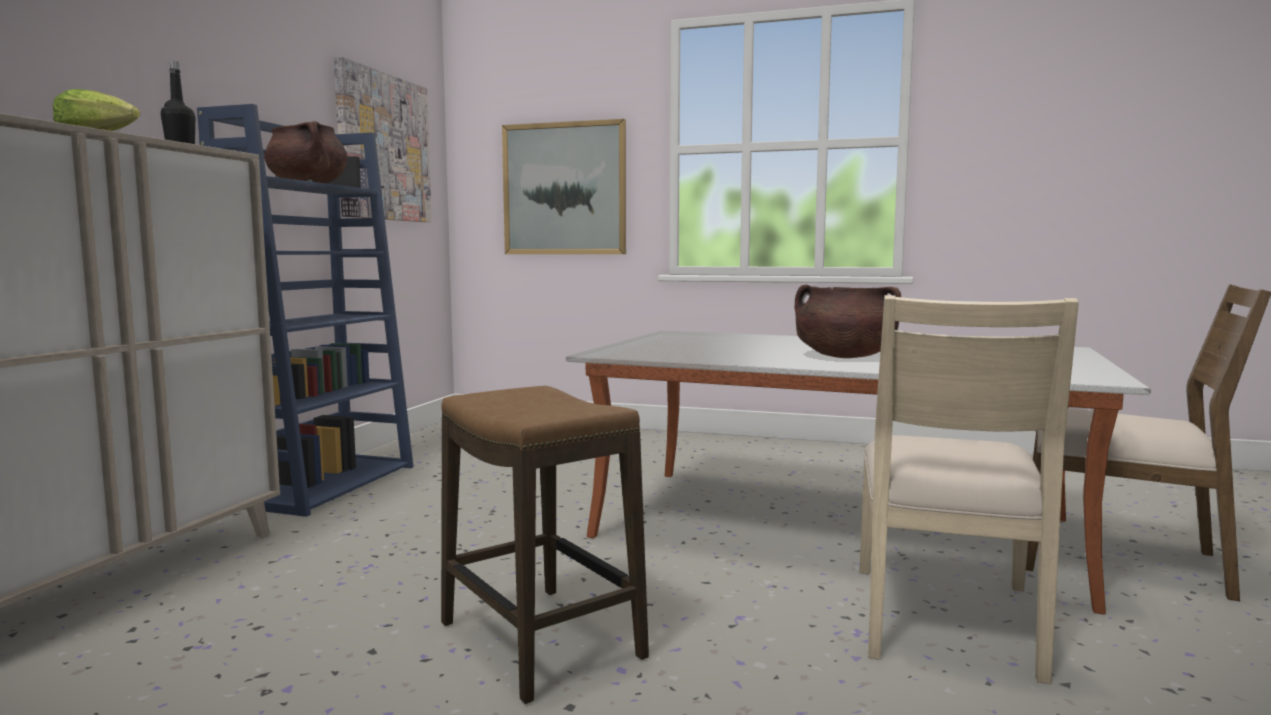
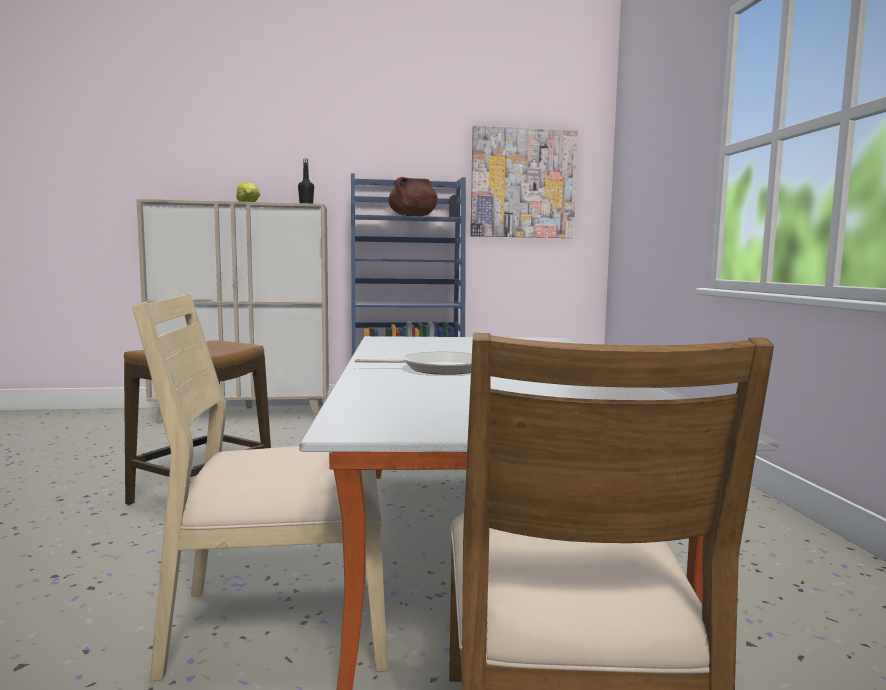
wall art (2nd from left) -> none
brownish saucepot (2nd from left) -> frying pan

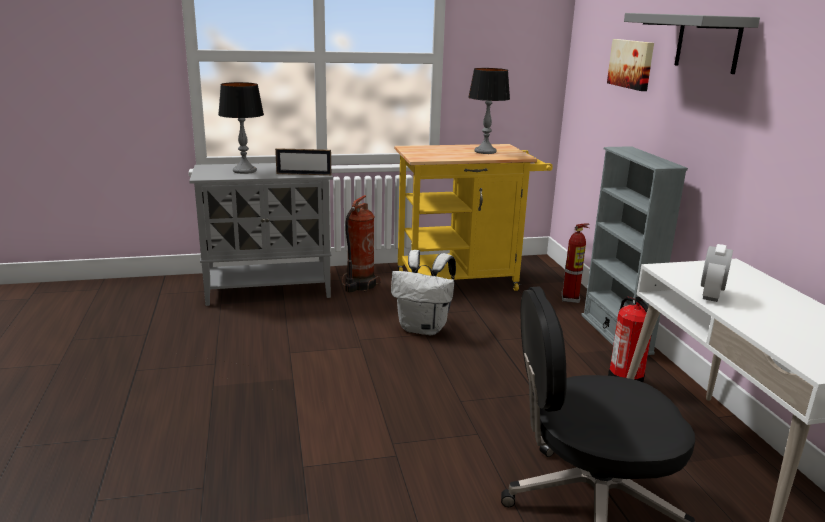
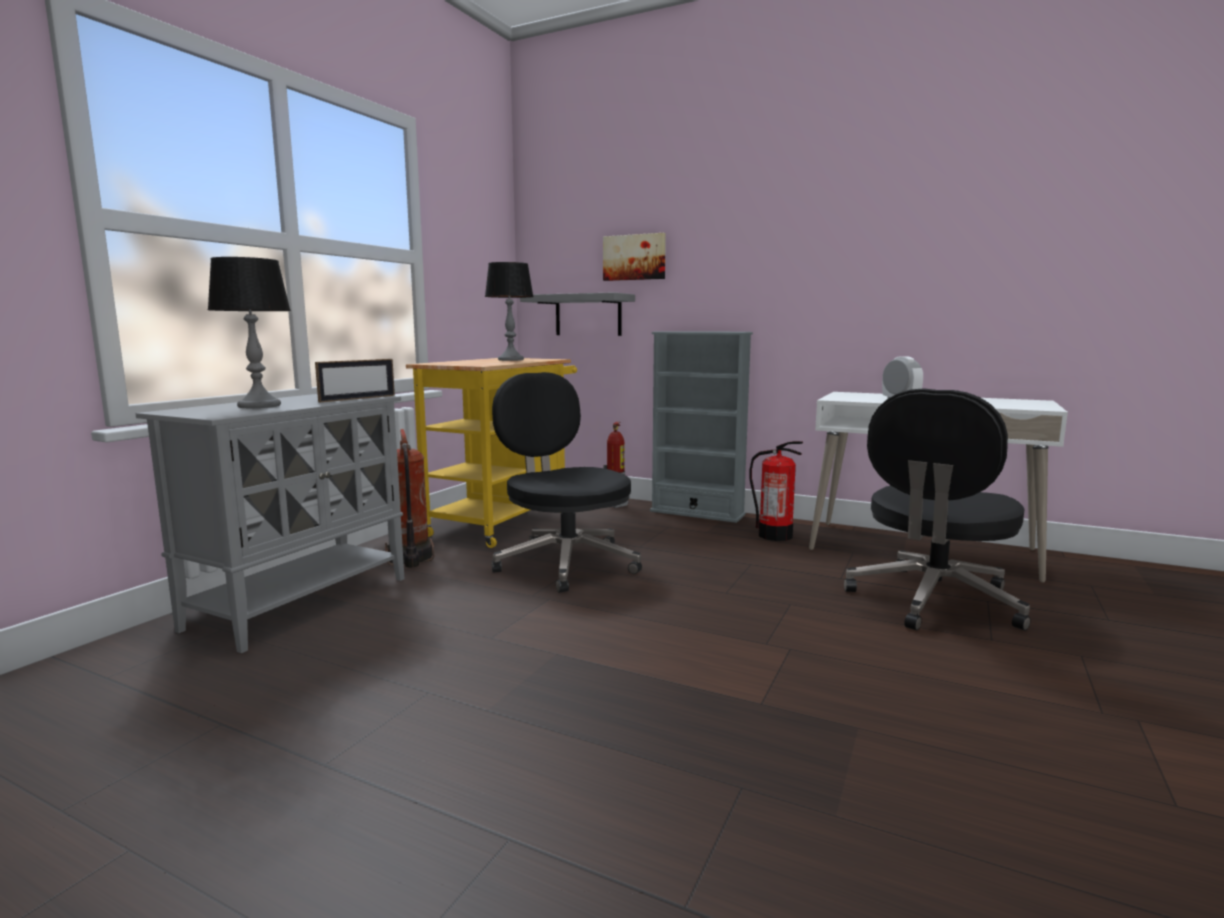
white rucksack -> black-coloured desk chair (1st from left)
grey shelf, moved

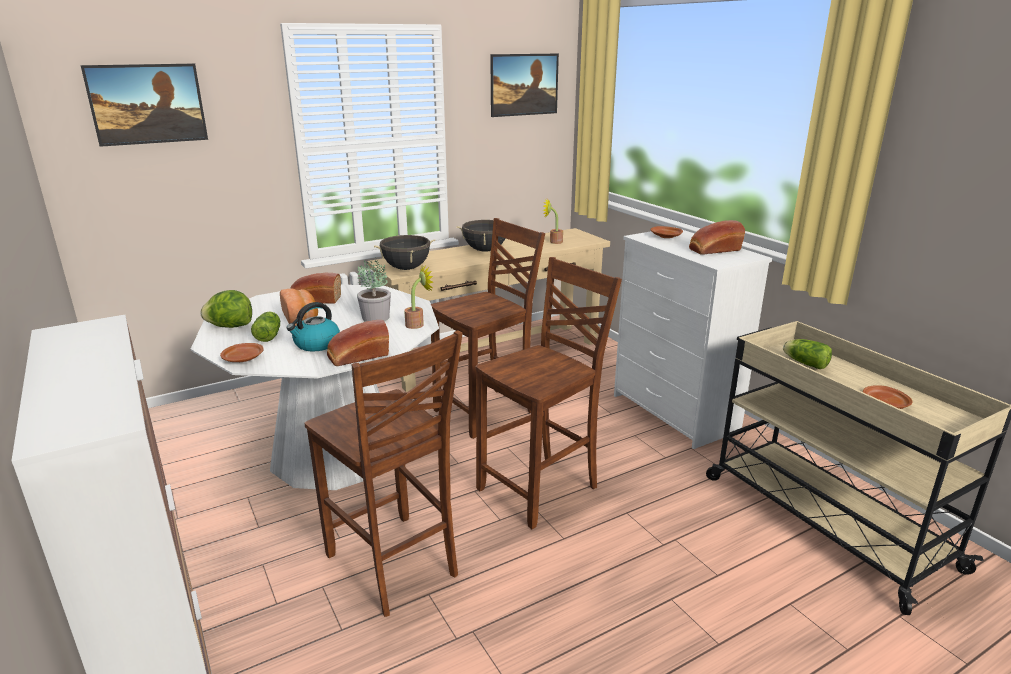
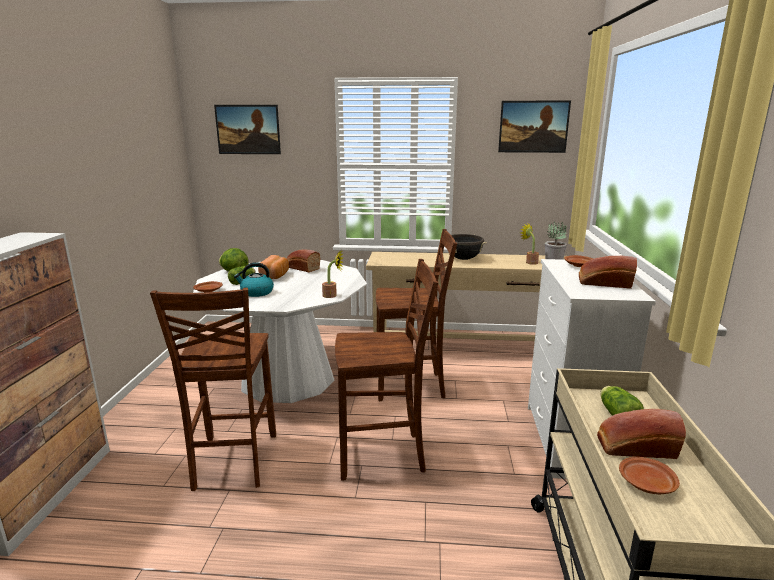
baked bread (3rd from left in the first image) -> baked bread (4th from left), moved
houseplant (1st from left in the first image) -> houseplant (3rd from left), moved
black-coloured saucepot (1st from left) -> none

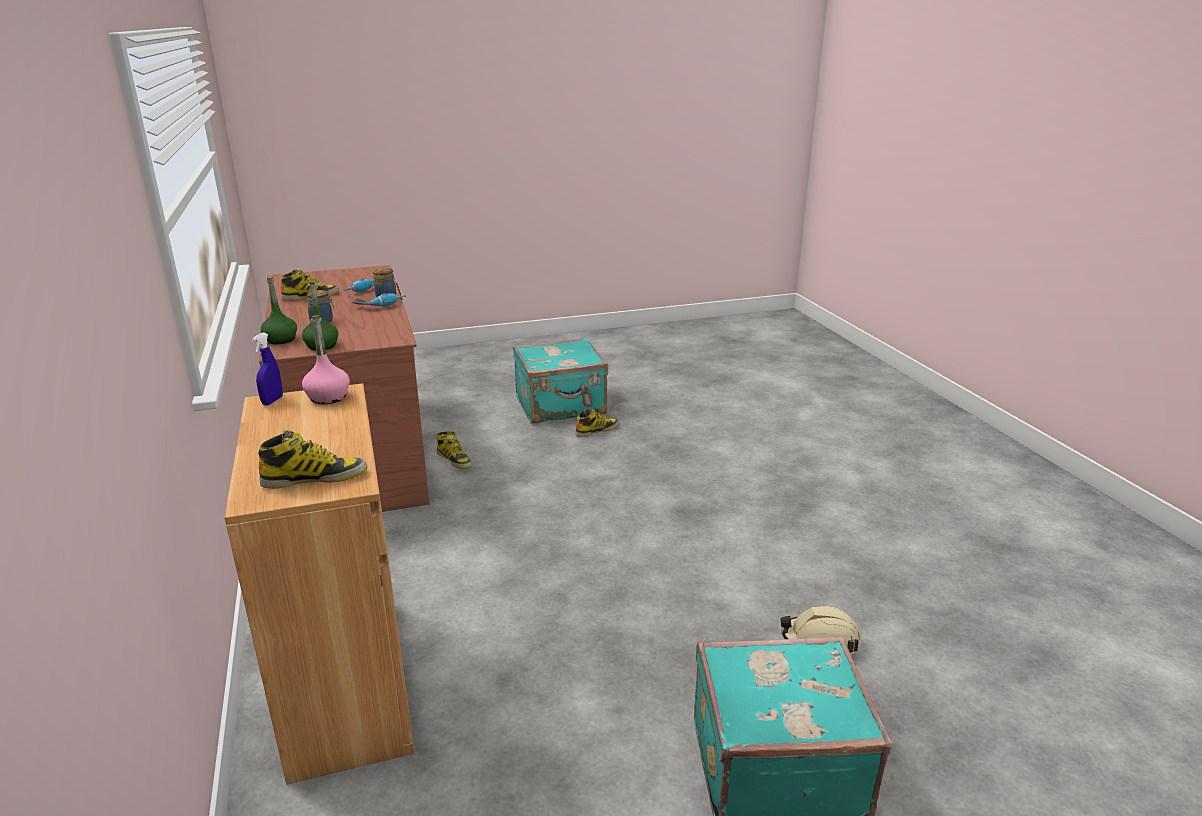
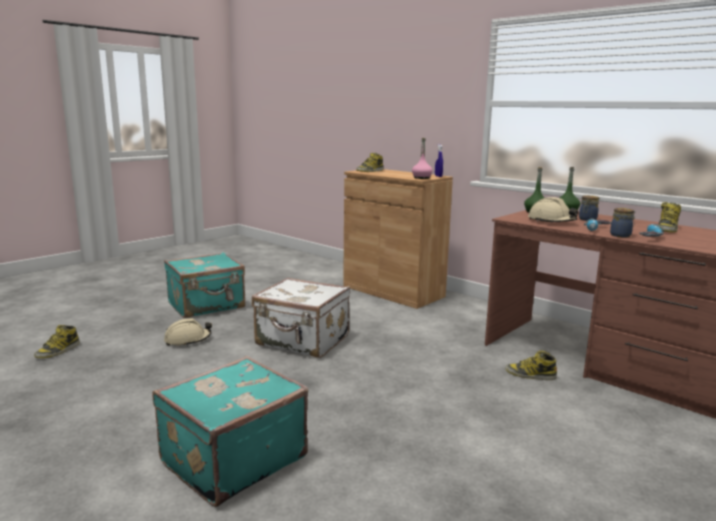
turquoise-coloured travel case (1st from left in the first image) -> turquoise-coloured travel case (2nd from left), moved
high-top boot (4th from left in the first image) -> high-top boot (1st from left), moved
none -> white travel case
none -> sand-coloured safety helmet (2nd from left)

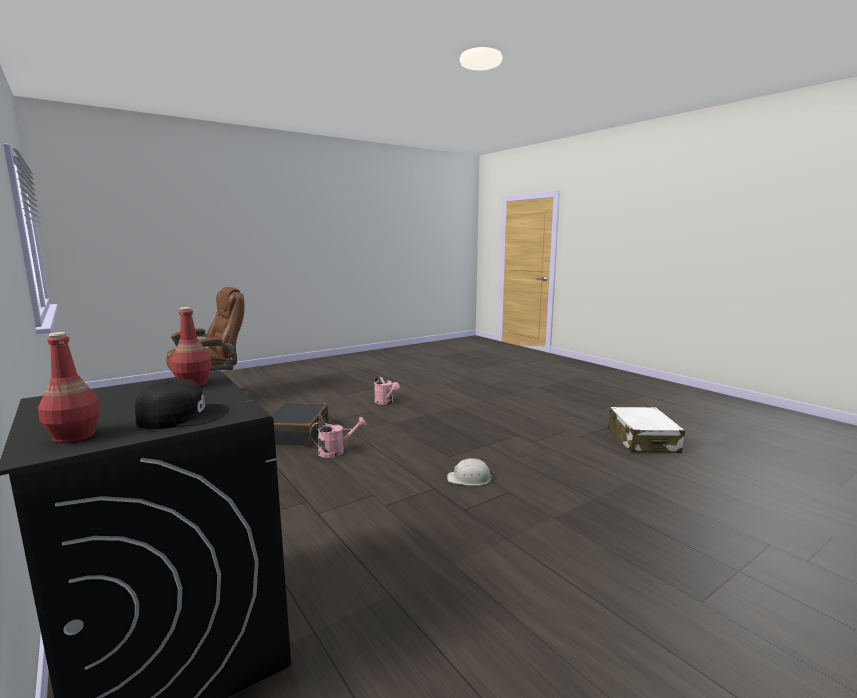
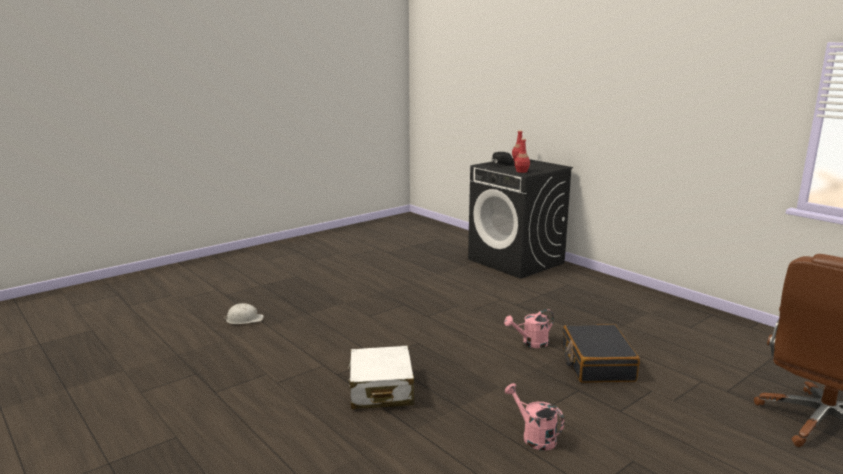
white safety helmet, moved
white travel case, moved

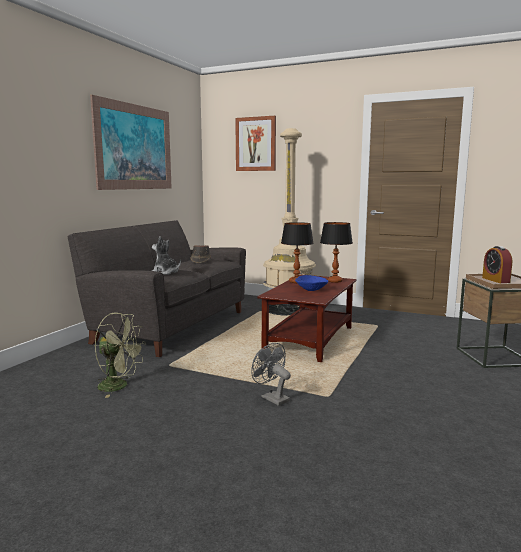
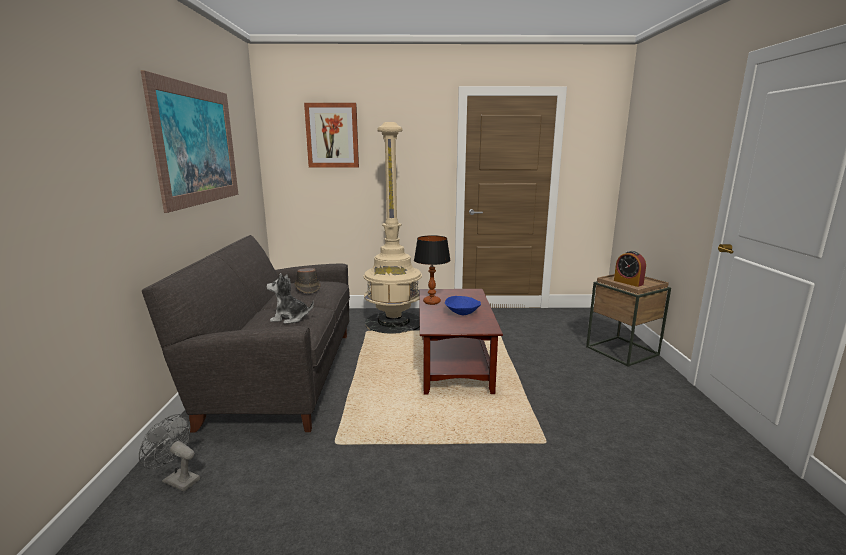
green fan -> none
grey fan, moved
tabletop lamp (2nd from left) -> none

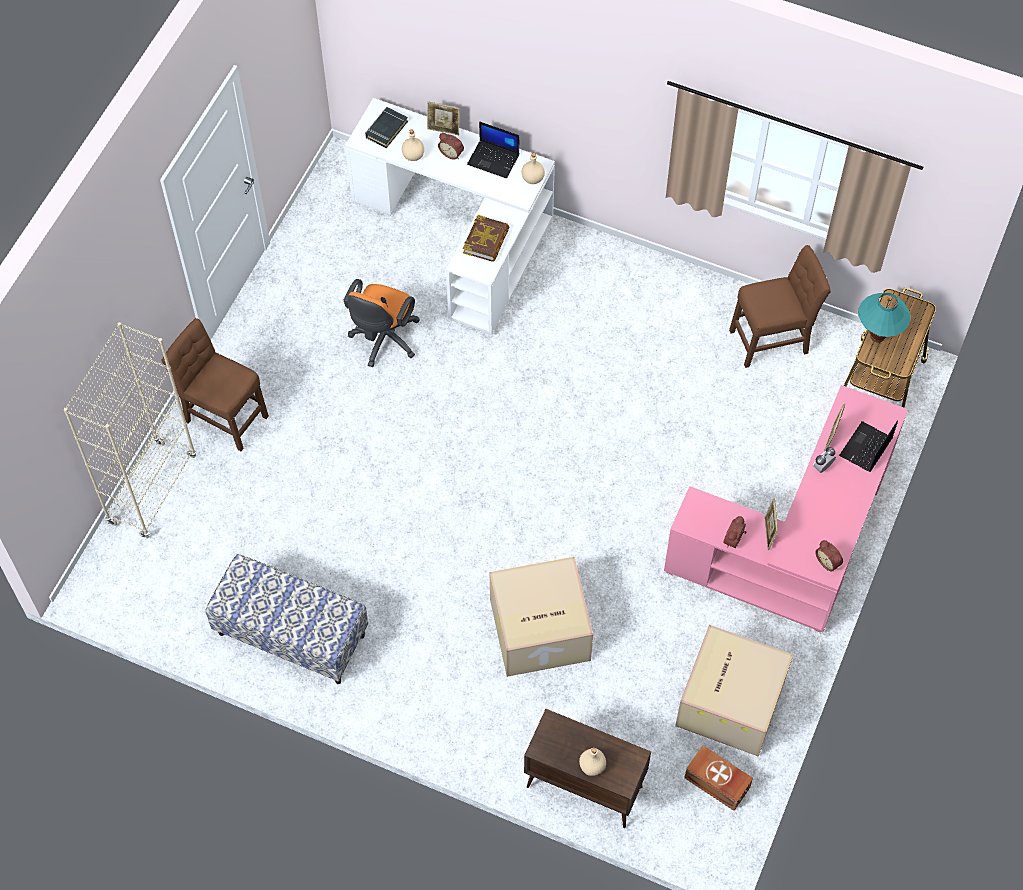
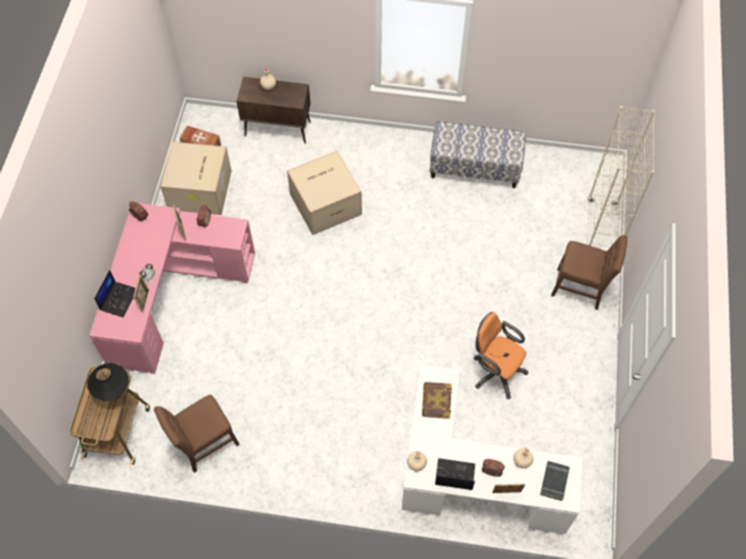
orange desk chair, 60 degrees counterclockwise
turquoise-coloured tabletop lamp -> black-coloured tabletop lamp

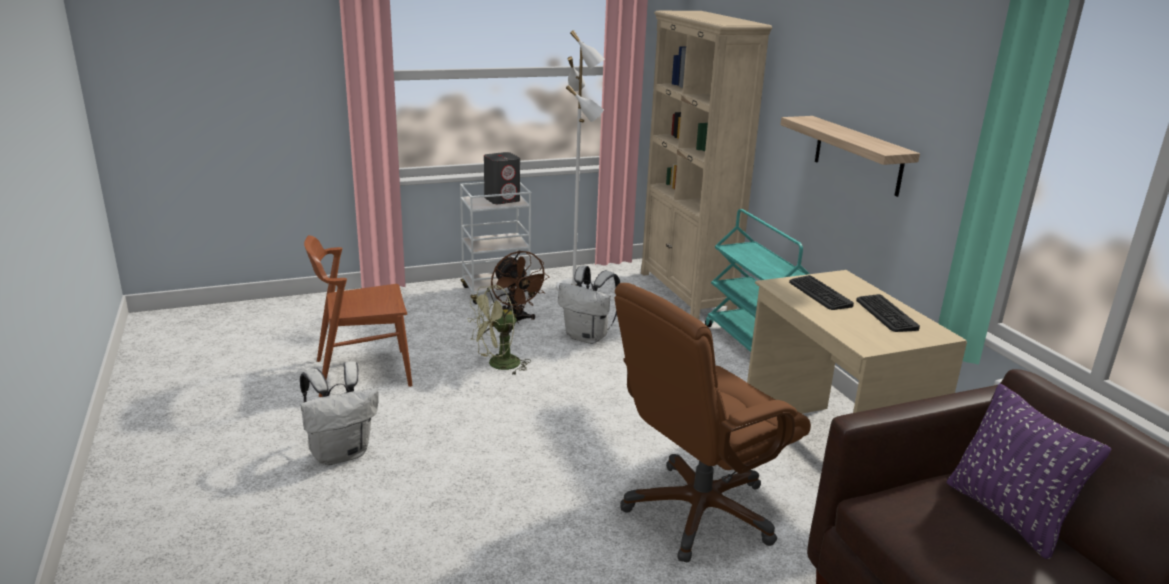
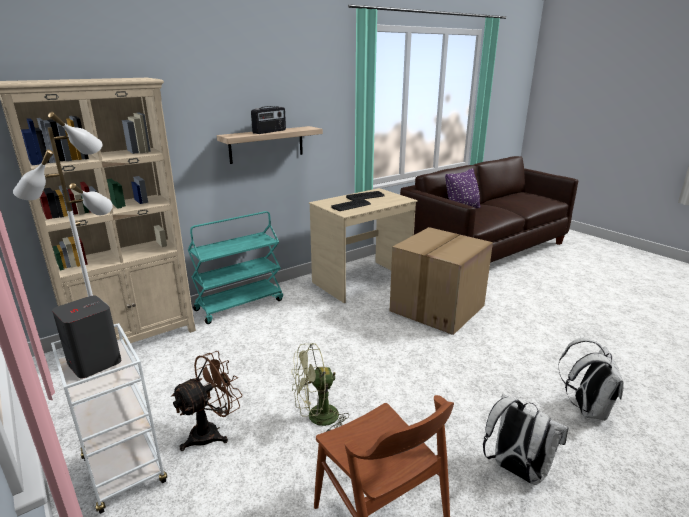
green fan, 120 degrees clockwise
white rucksack (2nd from left), moved
brownish desk chair -> packing box
none -> radio set

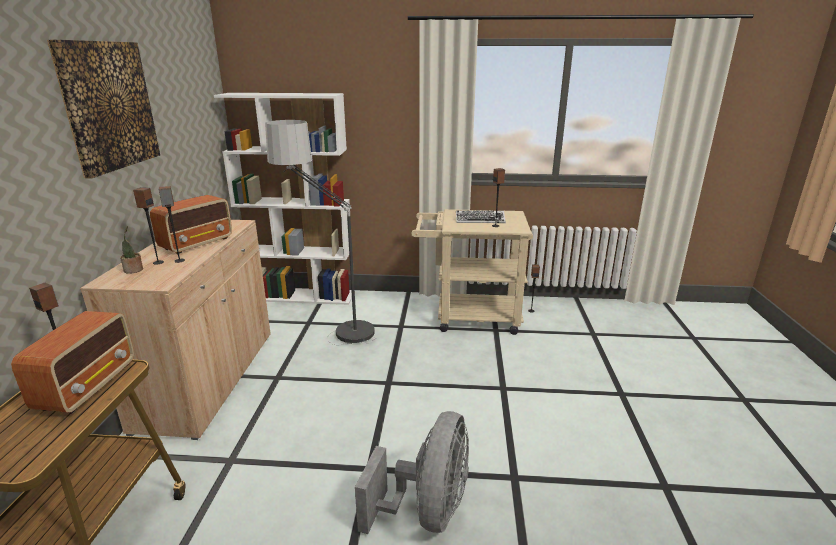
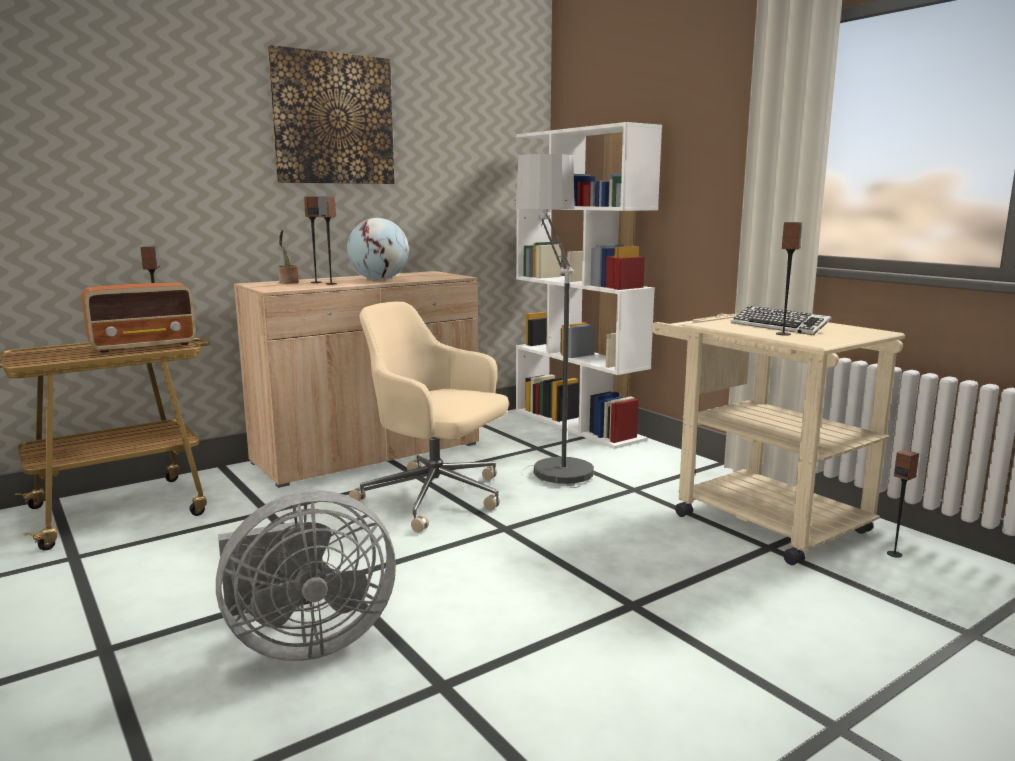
radio set (2nd from left) -> desk globe
none -> sand-coloured desk chair

